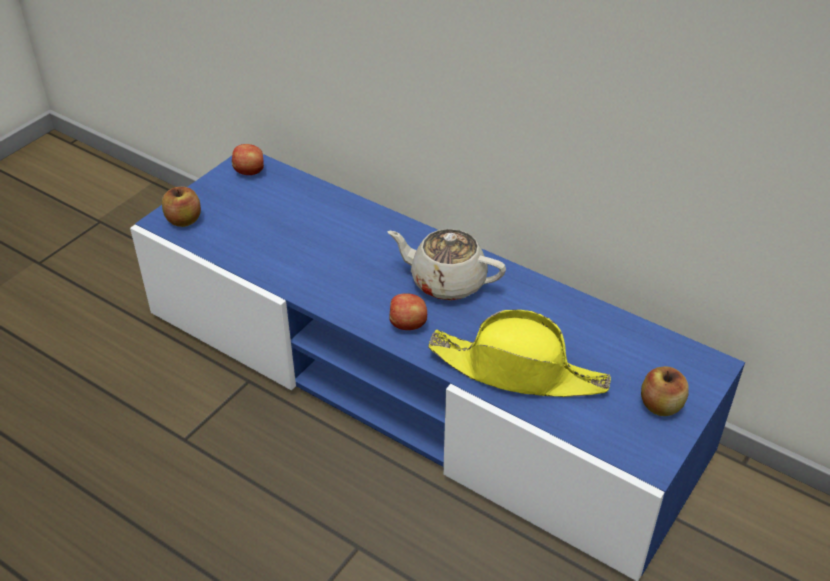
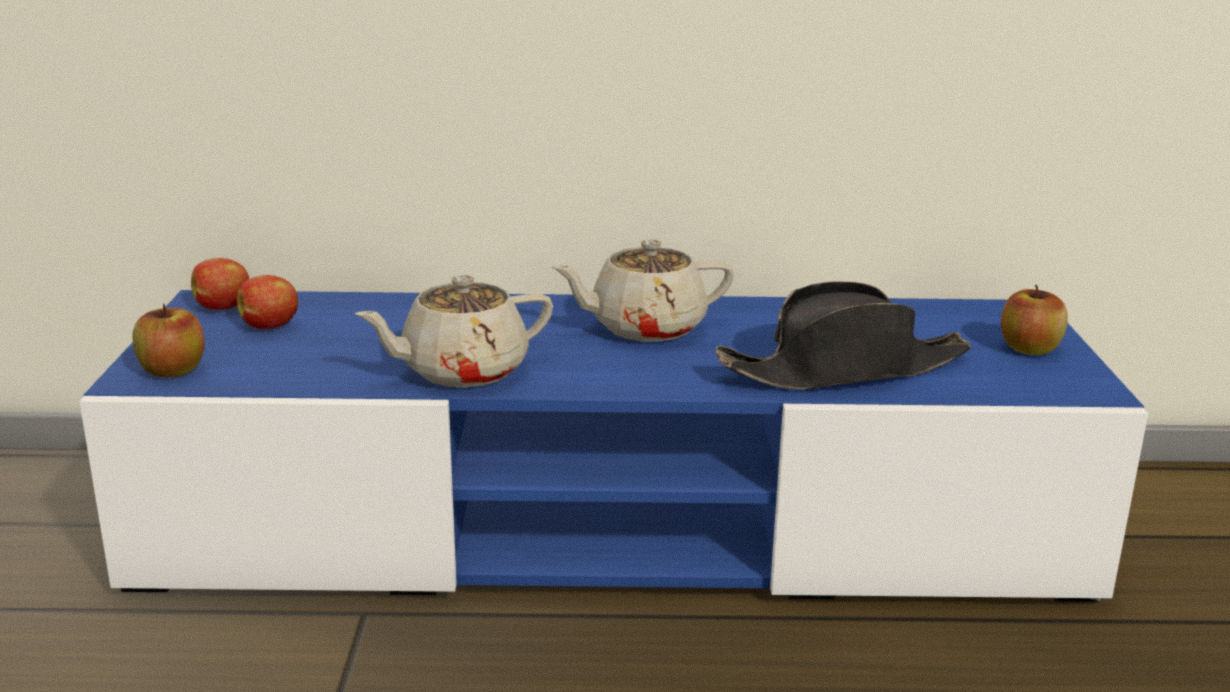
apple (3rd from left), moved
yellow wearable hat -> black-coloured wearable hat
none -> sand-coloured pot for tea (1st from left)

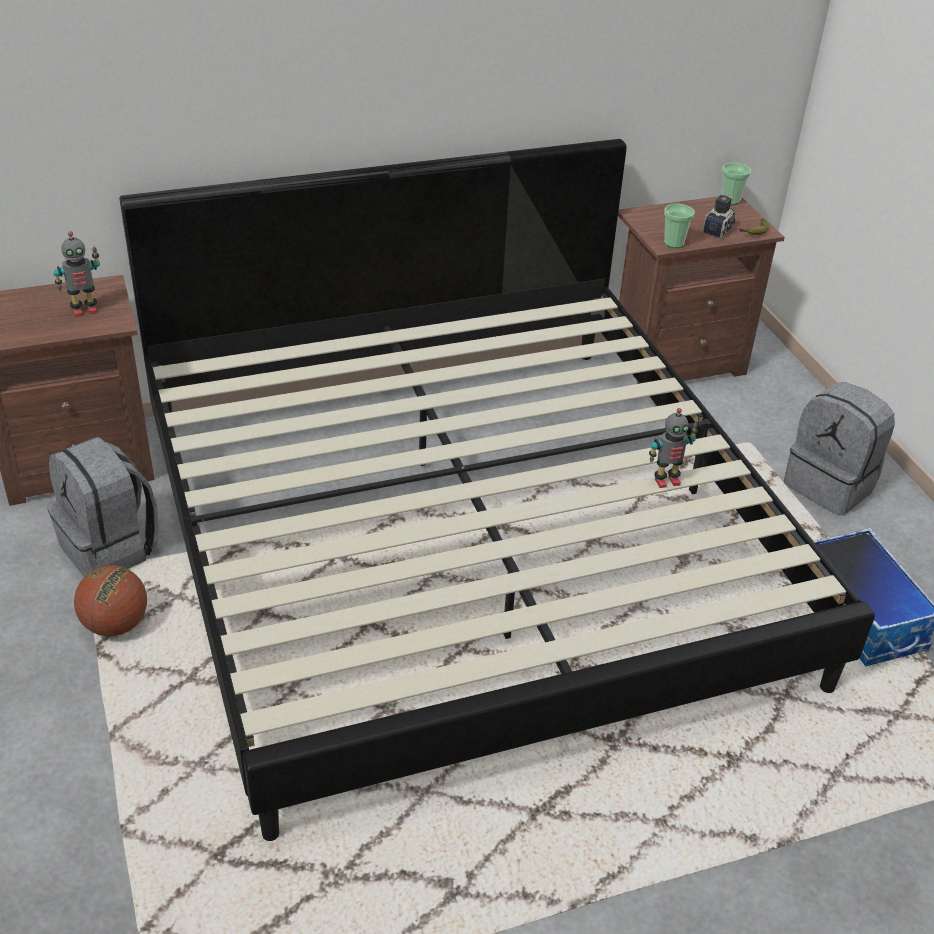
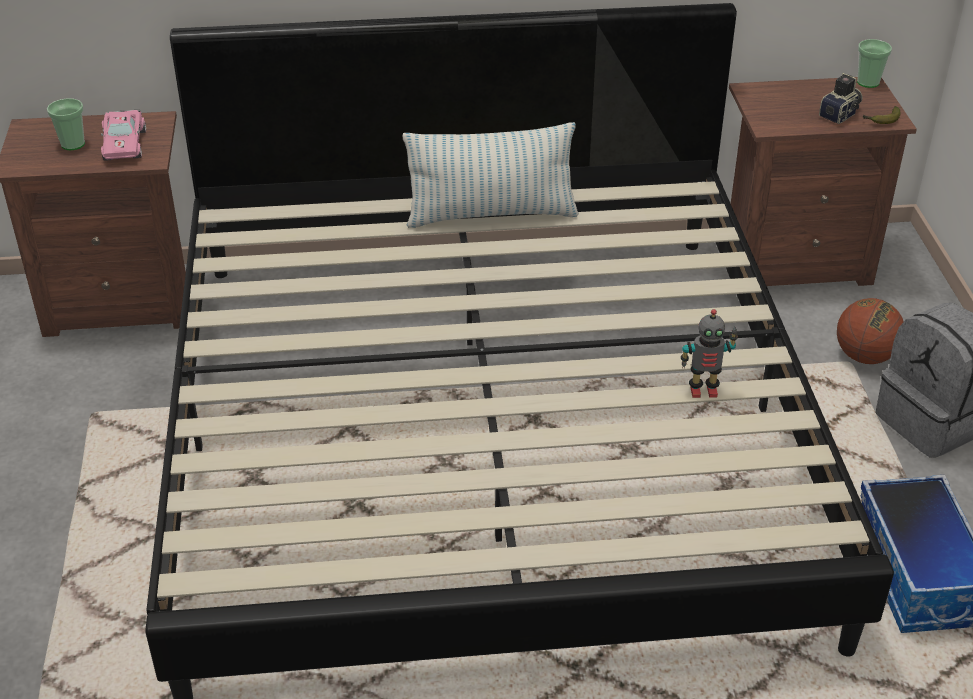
grey rucksack (1st from left) -> none
toy robot (1st from left) -> pinkish miniature car
basketball, moved
cup (1st from left), moved
none -> cushion

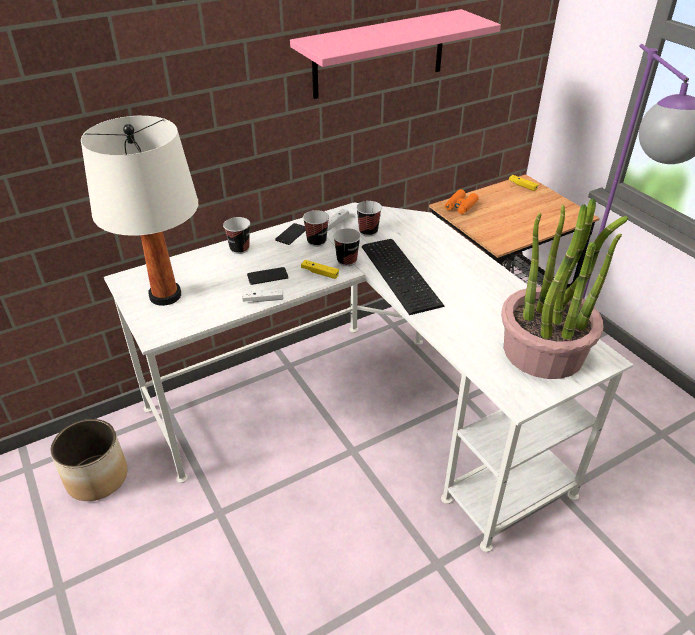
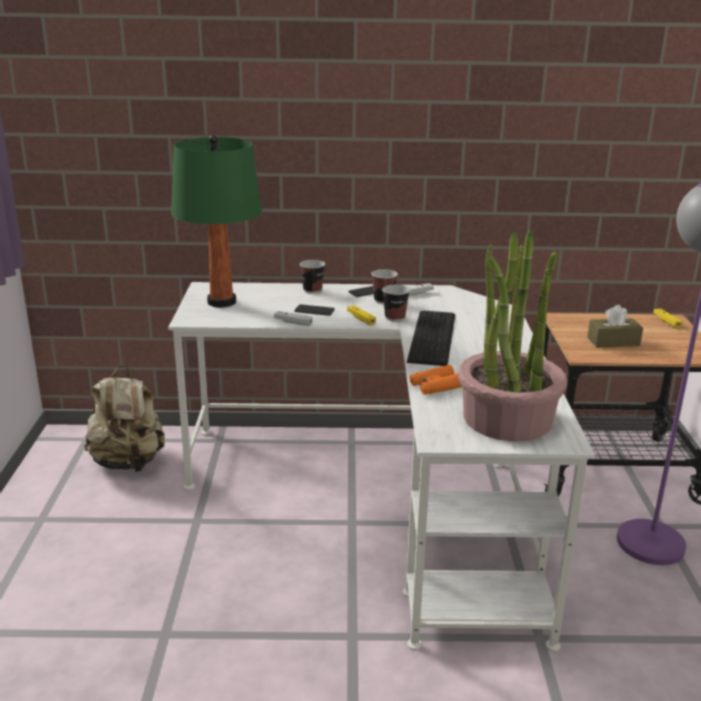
flower pot -> sand-coloured rucksack
white tabletop lamp -> green tabletop lamp
pinkish shelf -> none
cup (4th from left) -> none
orange pair of binoculars, moved
none -> brownish box of tissues

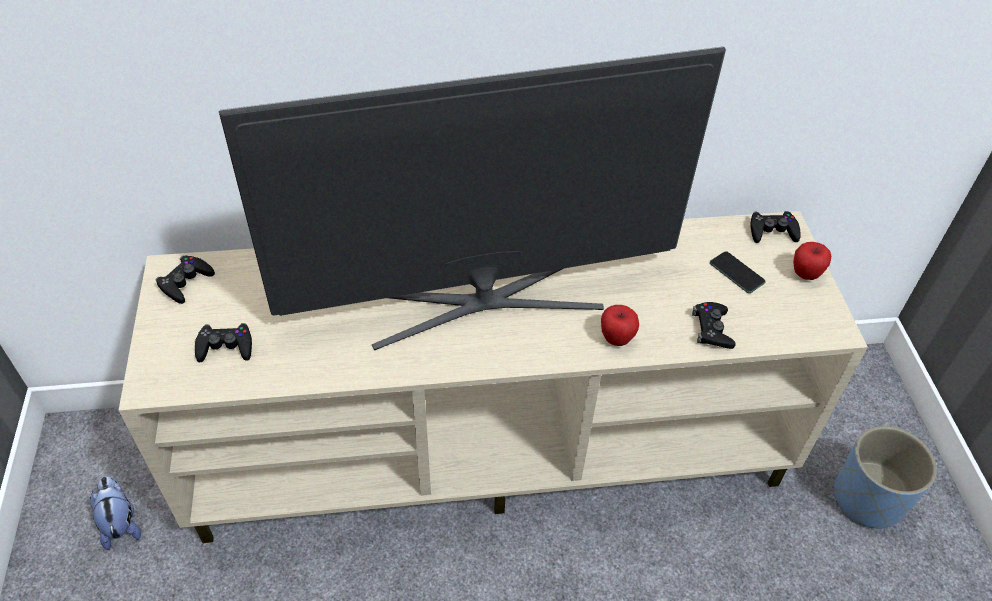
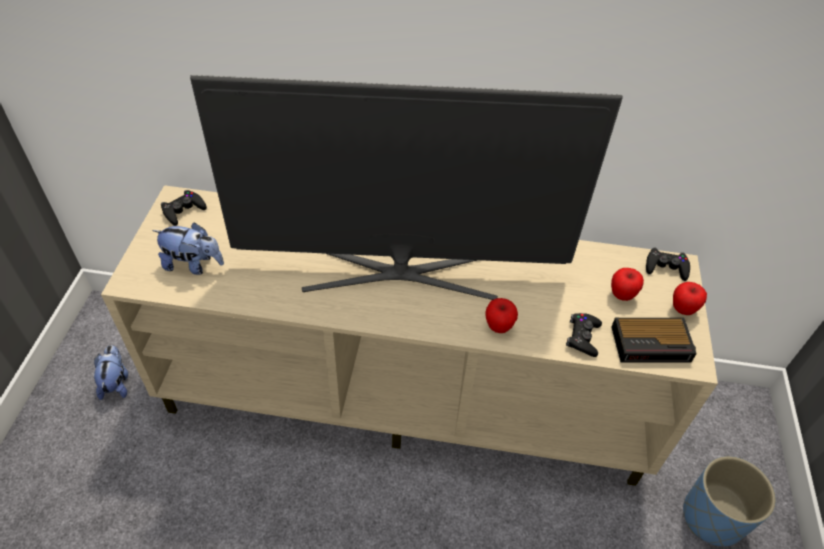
black-coloured game controller (2nd from left) -> soft toy (2nd from left)
telephone -> apple (2nd from left)
none -> alarm clock

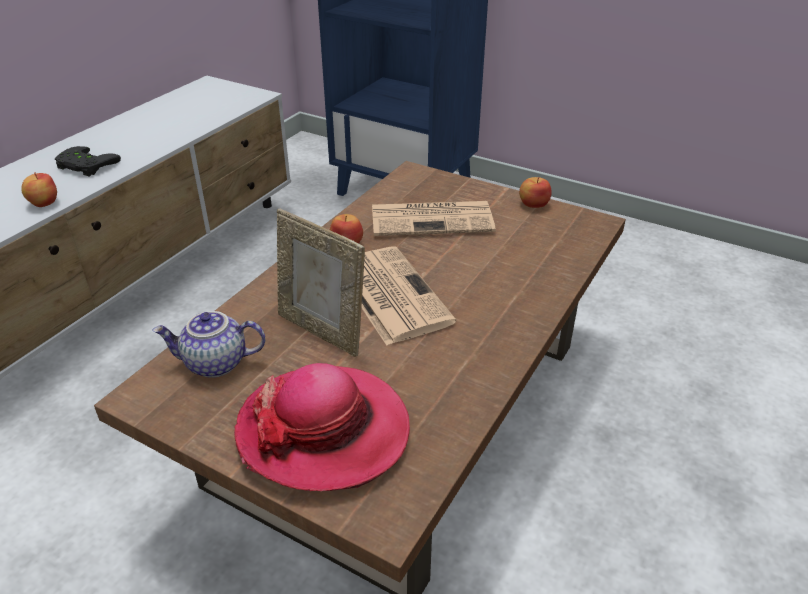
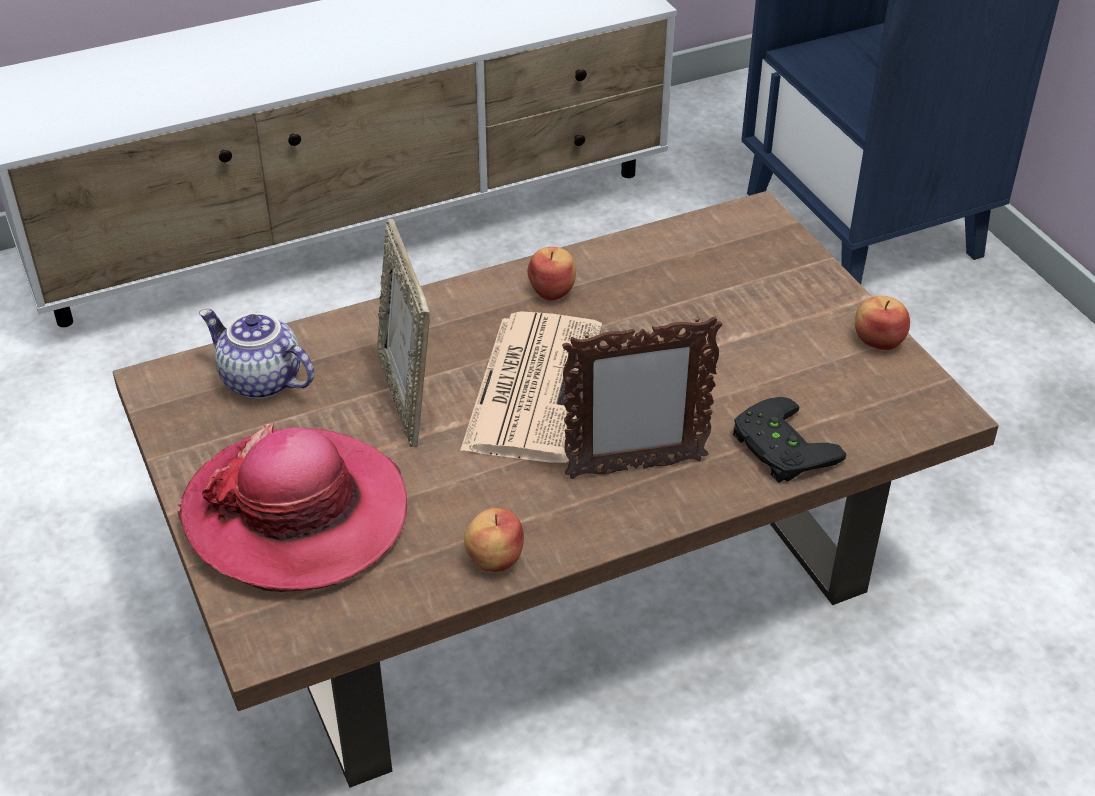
apple (1st from left), moved
black-coloured game controller, moved
newspaper (2nd from left) -> none
none -> standing frame (2nd from left)

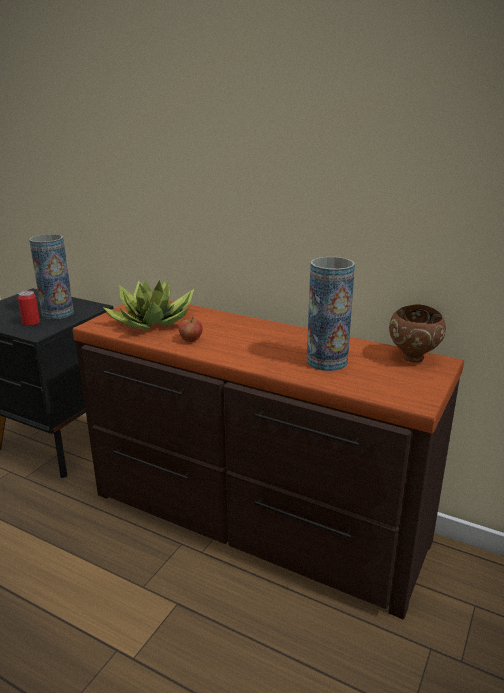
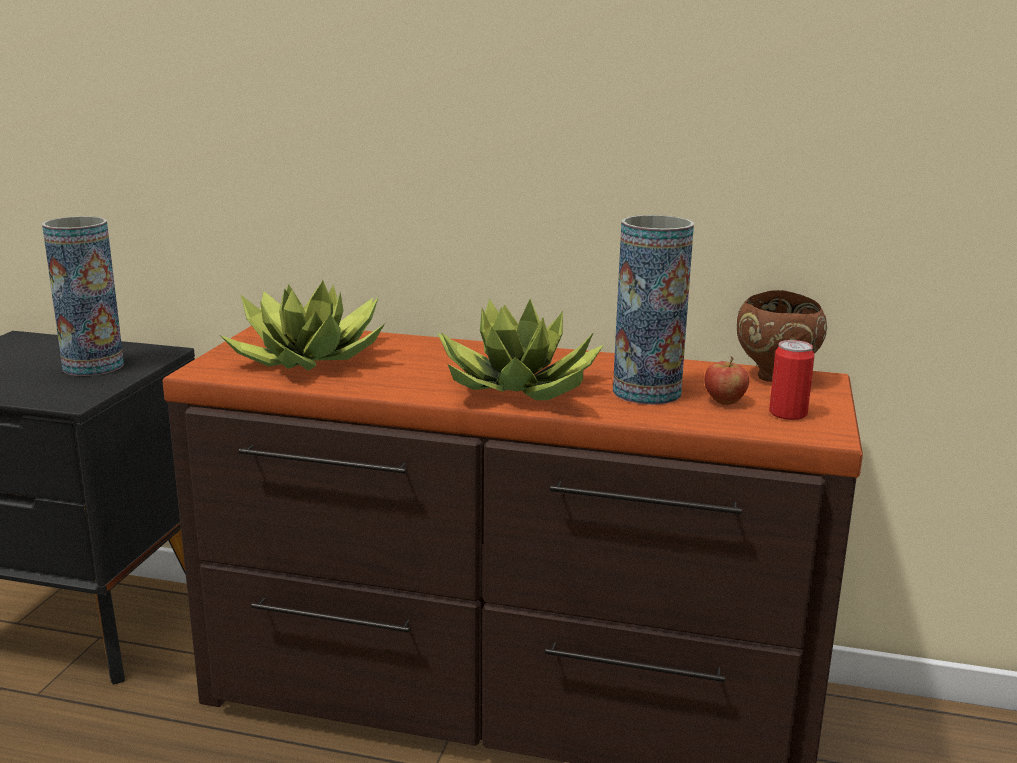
metal can, moved
apple, moved
none -> houseplant (2nd from left)

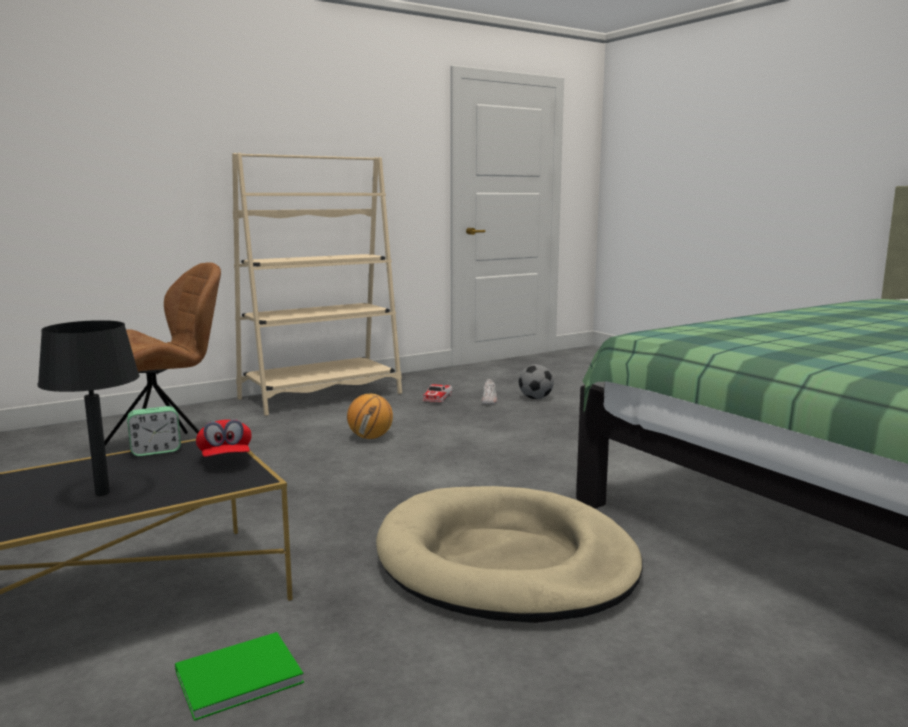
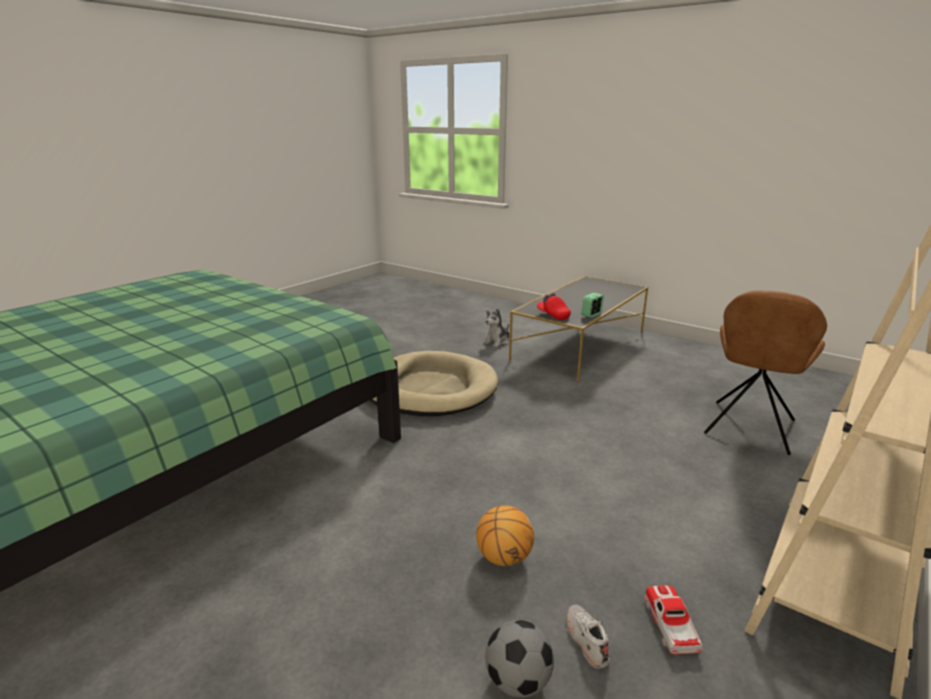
black-coloured tabletop lamp -> none
green volume -> soft toy
basketball, moved

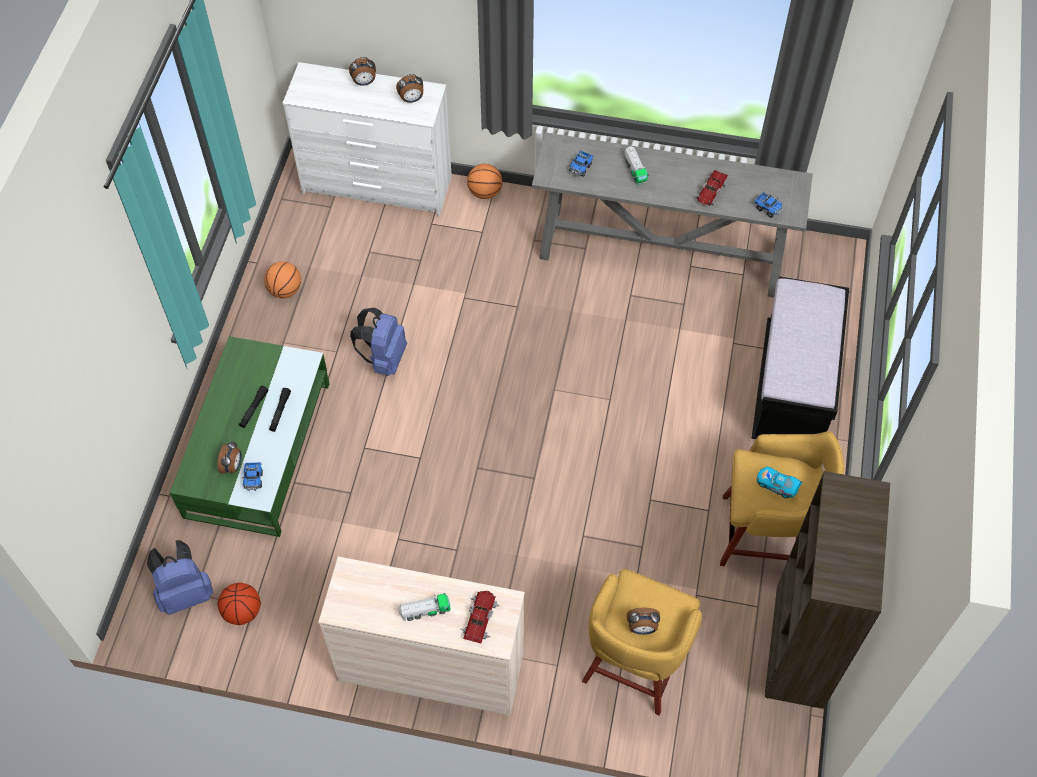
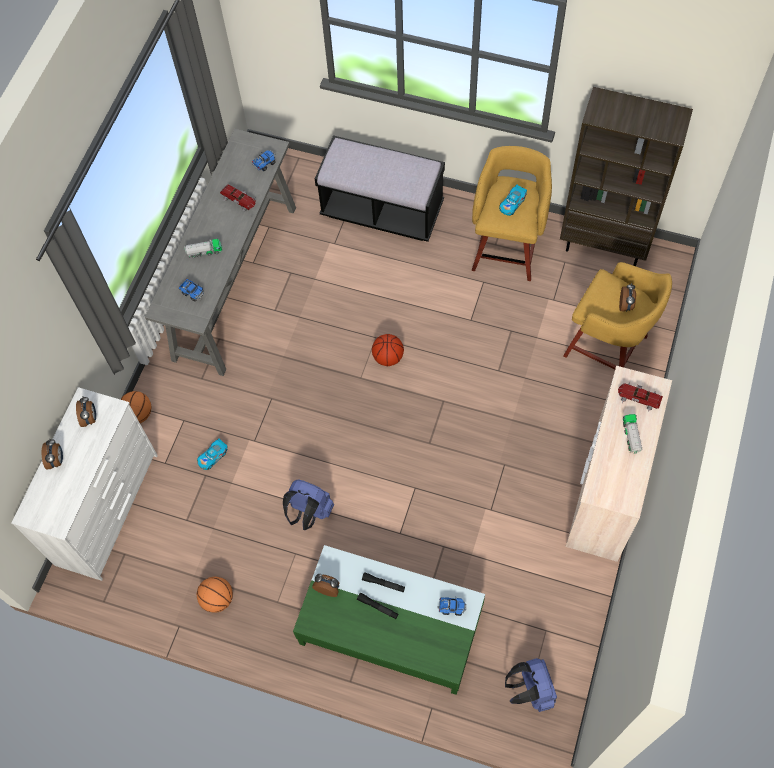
alarm clock (1st from left in the first image) -> alarm clock (3rd from left), moved
basketball (1st from left in the first image) -> basketball (3rd from left), moved
none -> miniature car (1st from left)

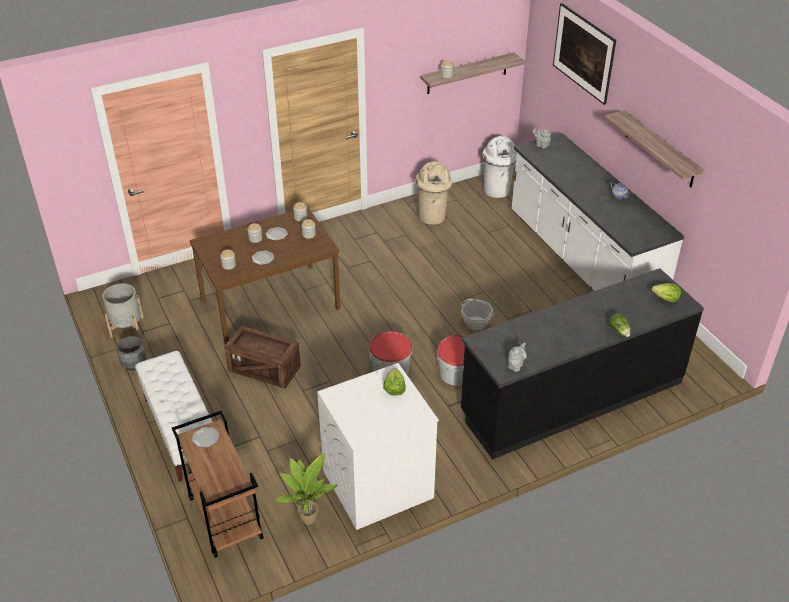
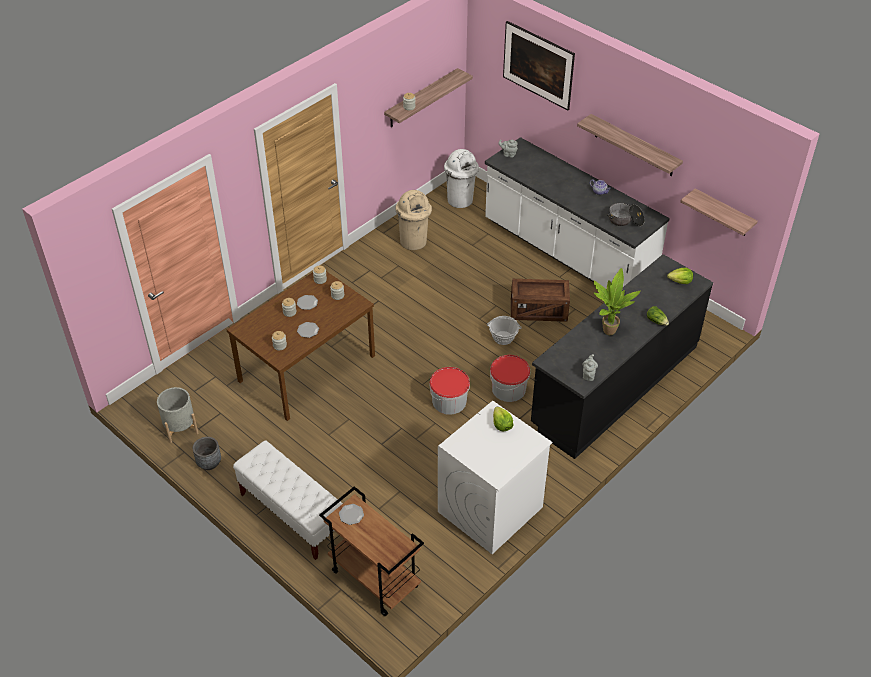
packing crate, moved
houseplant, moved
none -> saucepot
none -> shelf (3rd from left)

